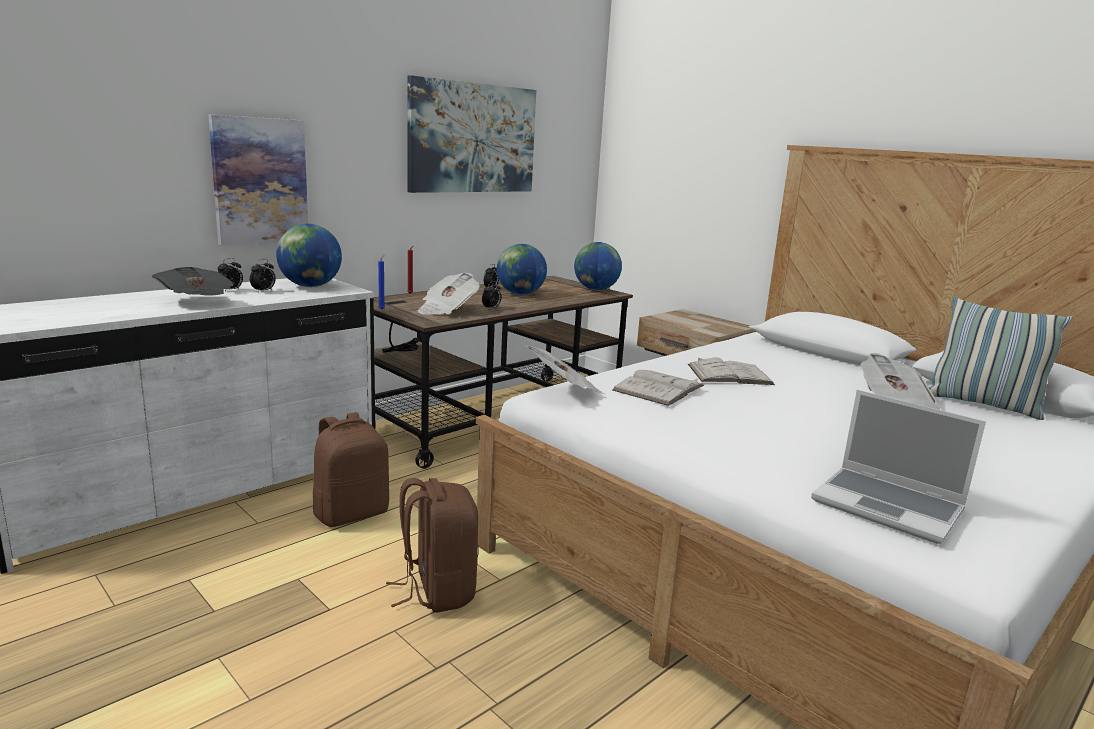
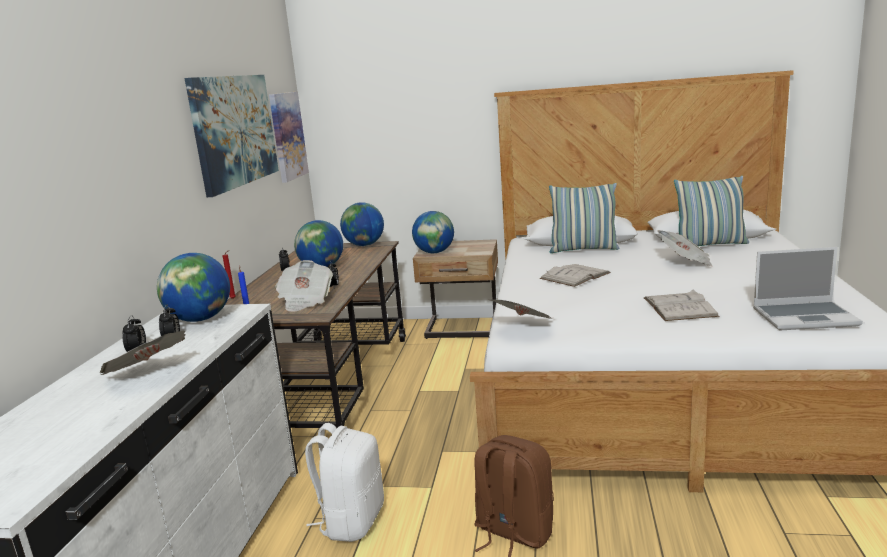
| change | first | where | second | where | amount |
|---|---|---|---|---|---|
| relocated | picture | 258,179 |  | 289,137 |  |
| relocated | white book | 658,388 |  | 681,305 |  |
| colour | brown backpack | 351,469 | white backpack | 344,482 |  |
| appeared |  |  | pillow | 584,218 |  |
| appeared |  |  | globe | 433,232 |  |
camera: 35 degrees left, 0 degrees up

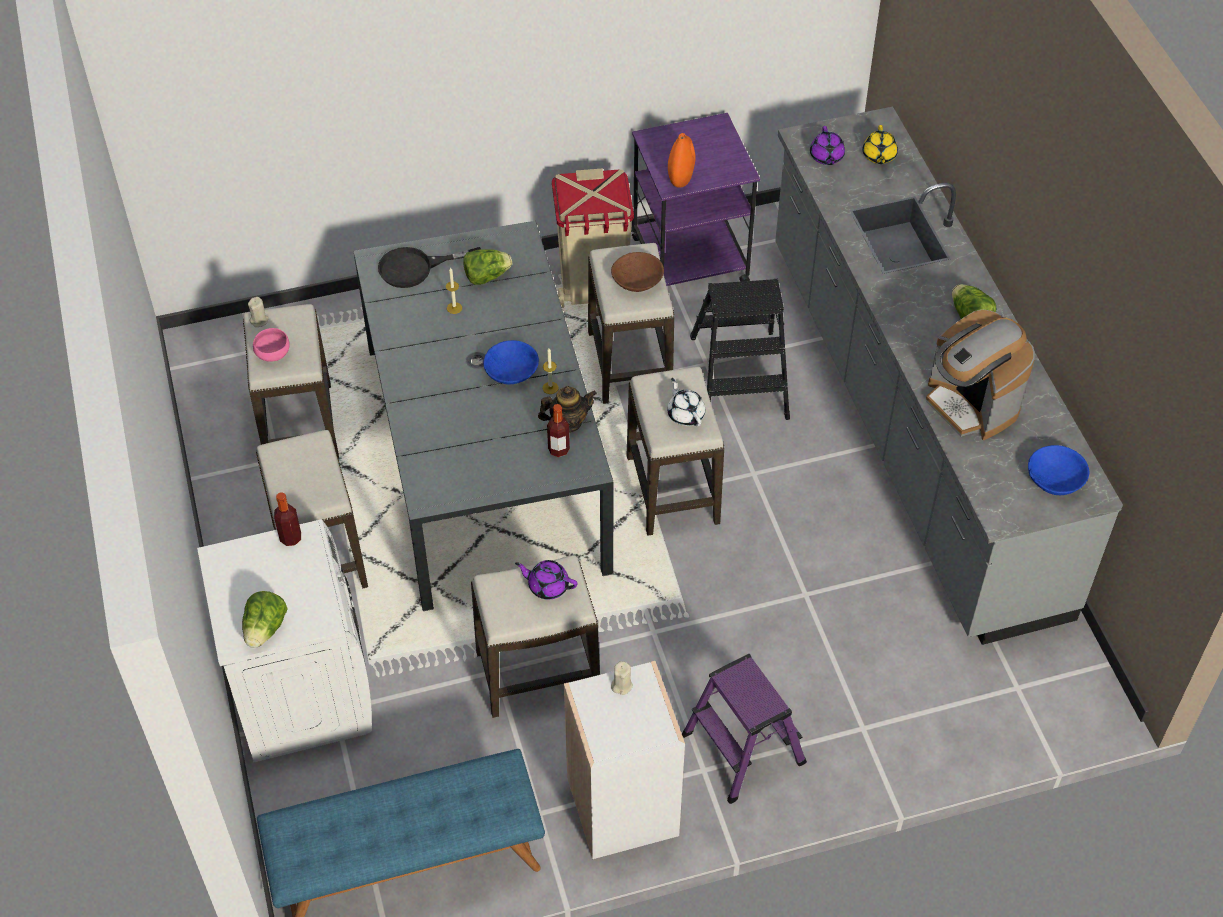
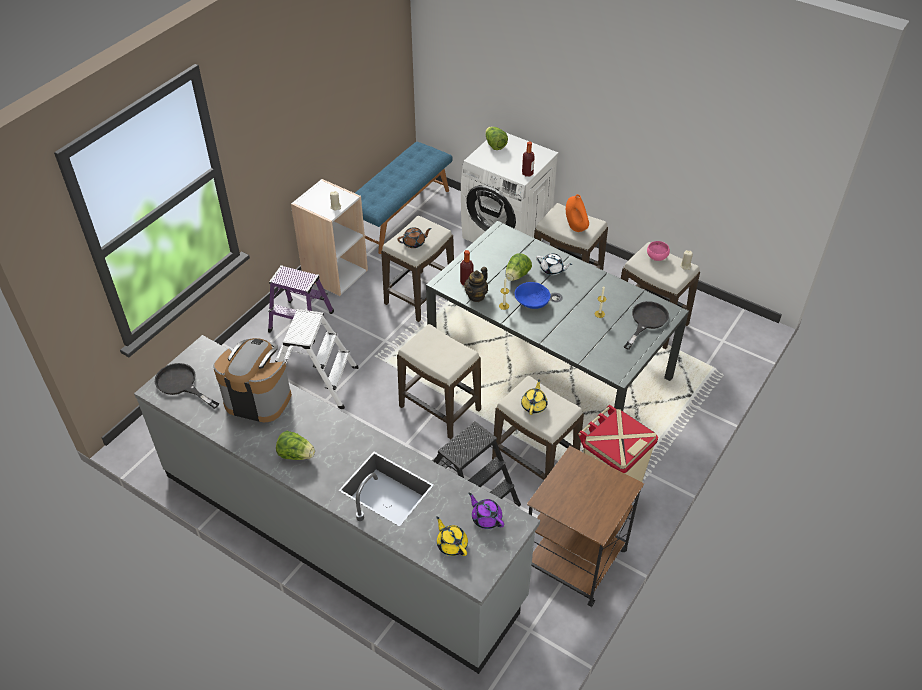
| change | first | where | second | where | amount |
|---|---|---|---|---|---|
| colour | purple cart | 696,199 | brown cart | 585,526 |  |
| relocated | orange vase | 682,160 |  | 577,213 |  |
| relocated | lettuce | 487,267 |  | 519,267 |  |
| exchanged | brown bowl | 637,272 | yellow teapot | 534,397 |  |
| relocated | white teapot | 686,402 |  | 554,264 |  |
| exchanged | blue bowl | 1058,470 | black frying pan | 187,386 |  |
| colour | purple teapot | 546,580 | brown teapot | 415,237 |  |
| appeared |  |  | white step ladder | 317,359 |  |
camera: 140 degrees right, 5 degrees down

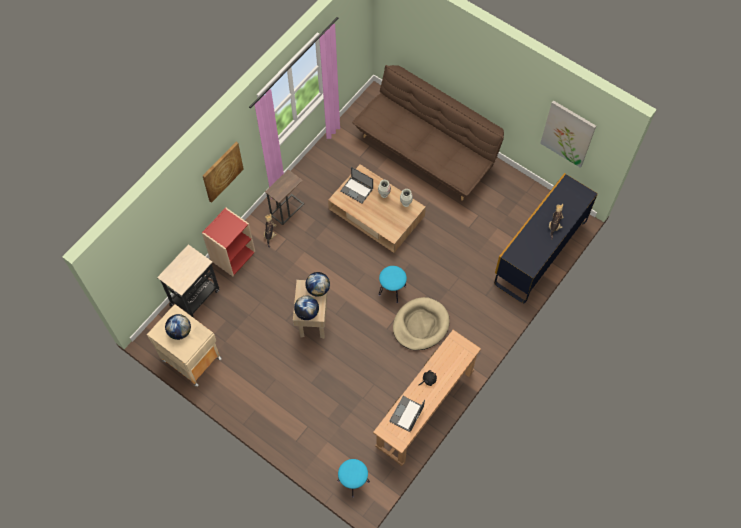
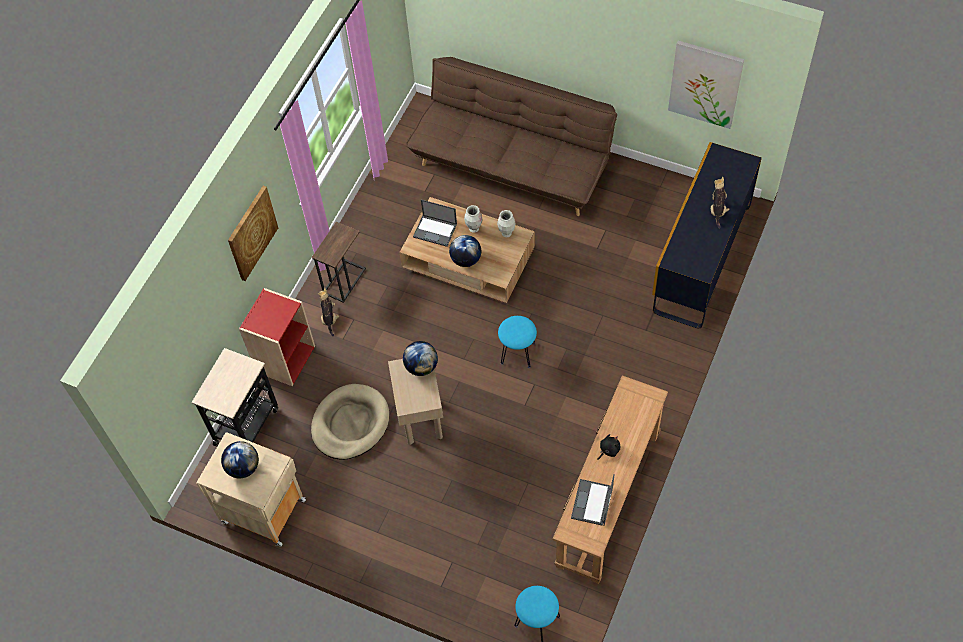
| change | first | where | second | where | amount |
|---|---|---|---|---|---|
| relocated | globe | 306,307 |  | 465,251 |  |
| relocated | beige dog bed | 421,323 |  | 350,422 |  |
camera: 10 degrees left, 5 degrees down

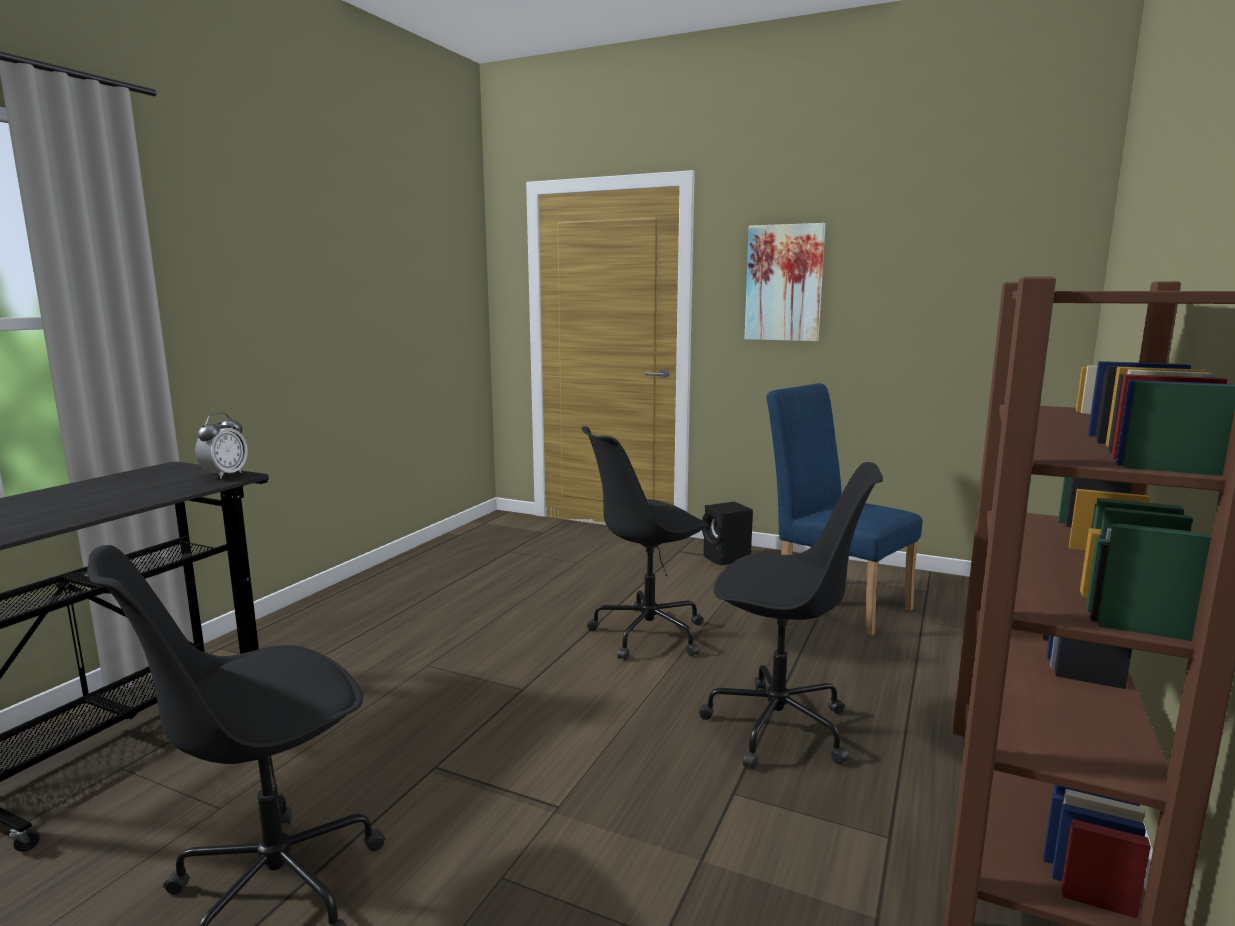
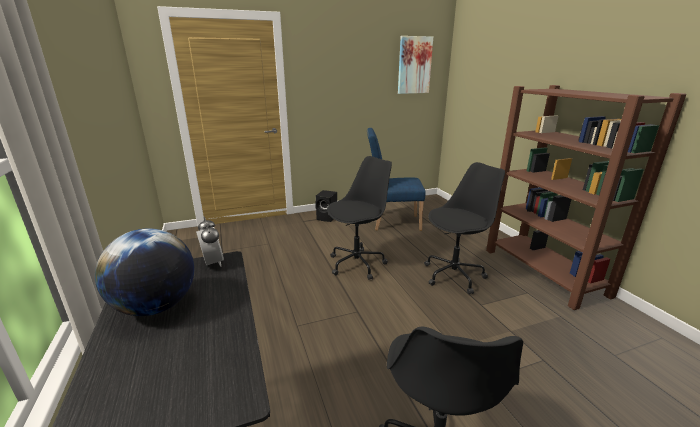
| change | first | where | second | where | amount |
|---|---|---|---|---|---|
| relocated | picture | 785,282 |  | 415,65 |  |
| spun | black office chair | 645,543 |  | 359,218 | 150 degrees counterclockwise |
| appeared |  |  | globe | 144,272 |  |
camera: 45 degrees left, 10 degrees up

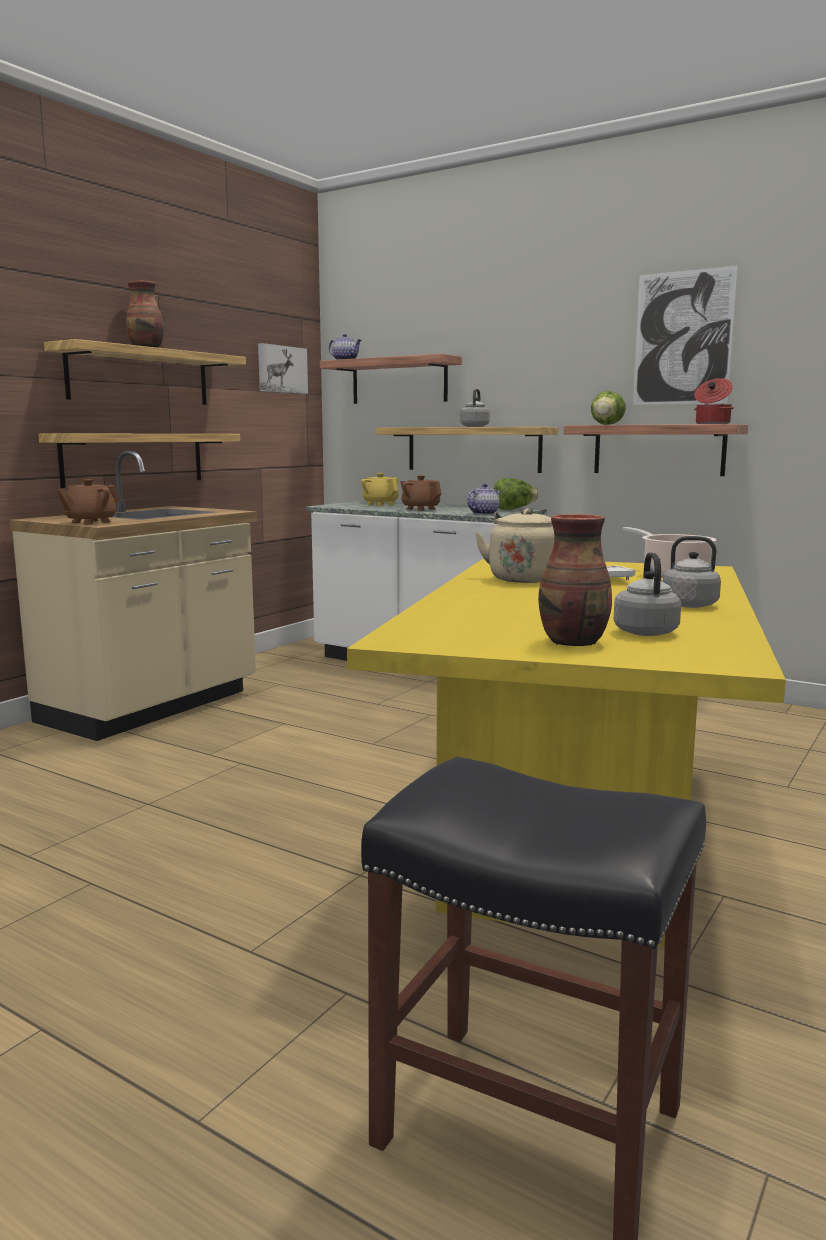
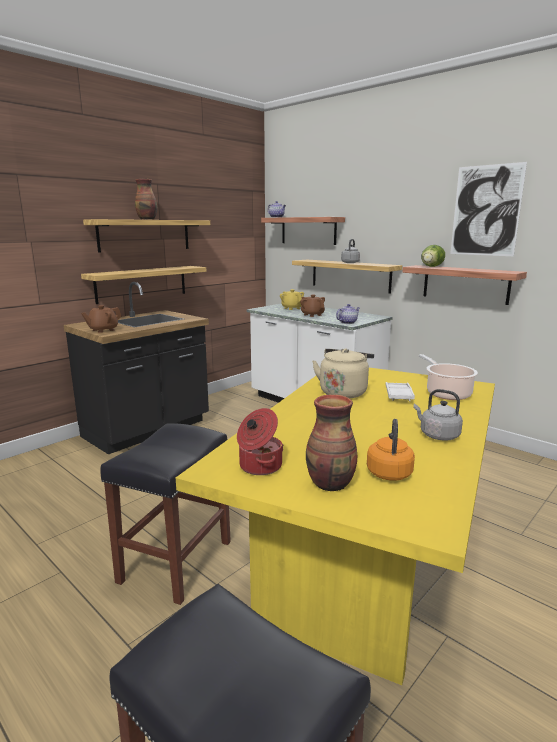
| change | first | where | second | where | amount |
|---|---|---|---|---|---|
| missing | picture | 283,368 |  |  |  |
| relocated | cooking pot | 714,401 |  | 260,441 |  |
| colour | beige counter | 133,596 | black counter | 136,368 |  |
| missing | lettuce | 516,494 |  |  |  |
| colour | grey kettle | 647,594 | orange kettle | 391,450 |  |
| appeared |  |  | black stool | 165,514 |  |
camera: 10 degrees right, 5 degrees up

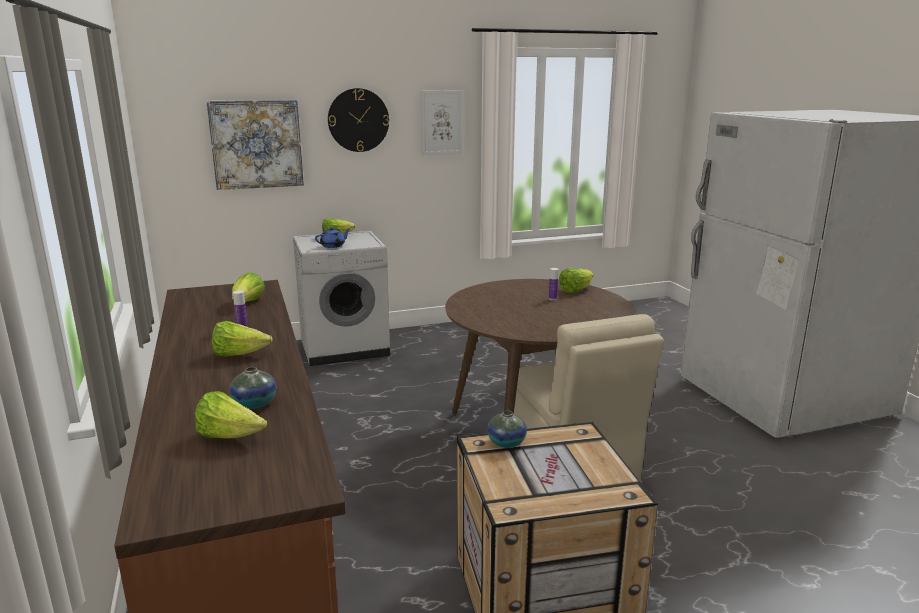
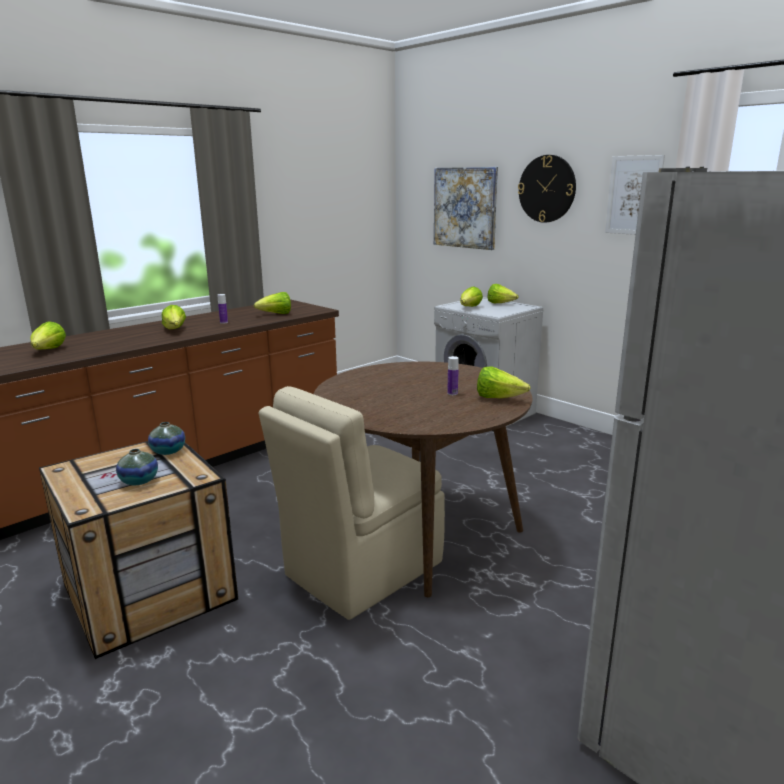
| change | first | where | second | where | amount |
|---|---|---|---|---|---|
| exchanged | blue teapot | 333,237 | lettuce | 471,297 |  |
| relocated | vase | 253,388 |  | 137,467 |  |
camera: 65 degrees right, 0 degrees up

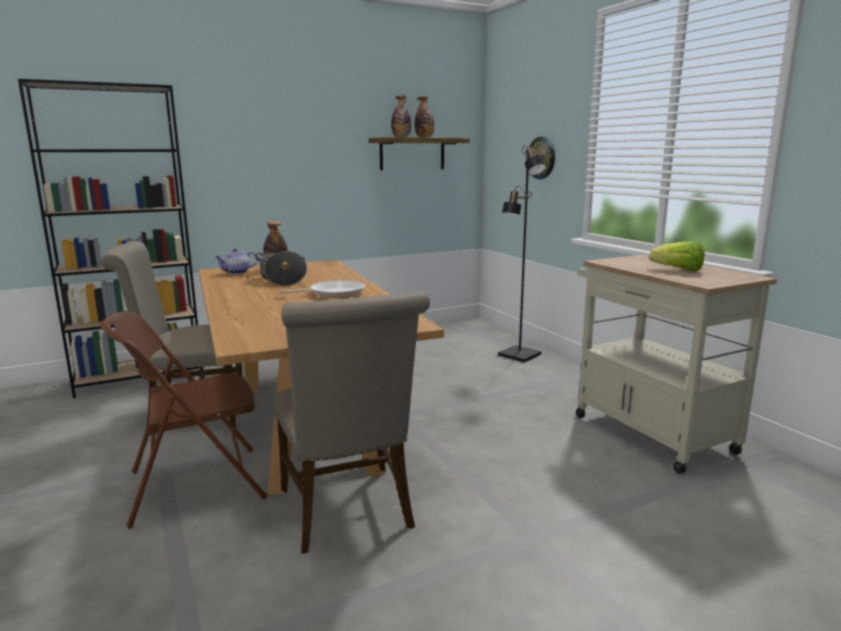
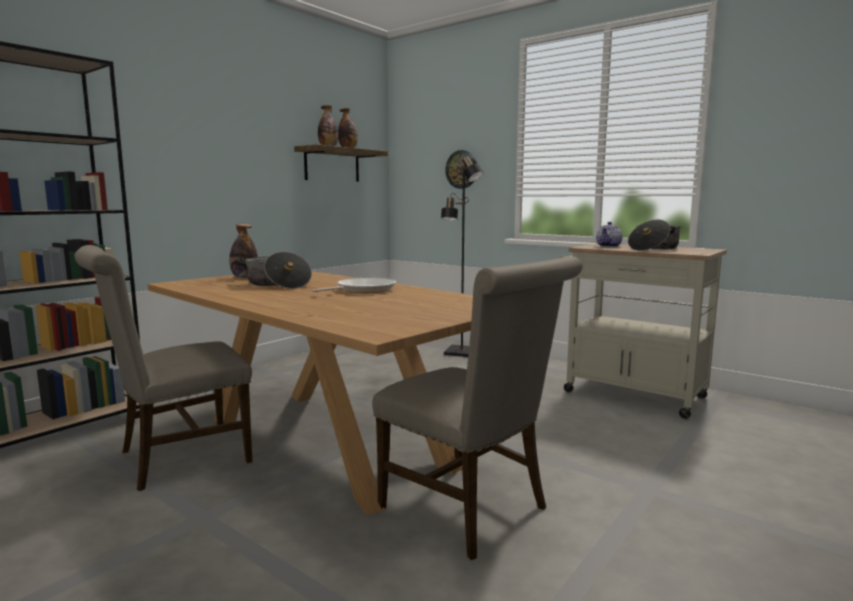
| change | first | where | second | where | amount |
|---|---|---|---|---|---|
| exchanged | lettuce | 677,256 | cooking pot | 655,235 |  |
| relocated | teapot | 236,261 |  | 609,234 |  |
| missing | brown chair | 183,420 |  |  |  |
camera: 25 degrees left, 5 degrees down

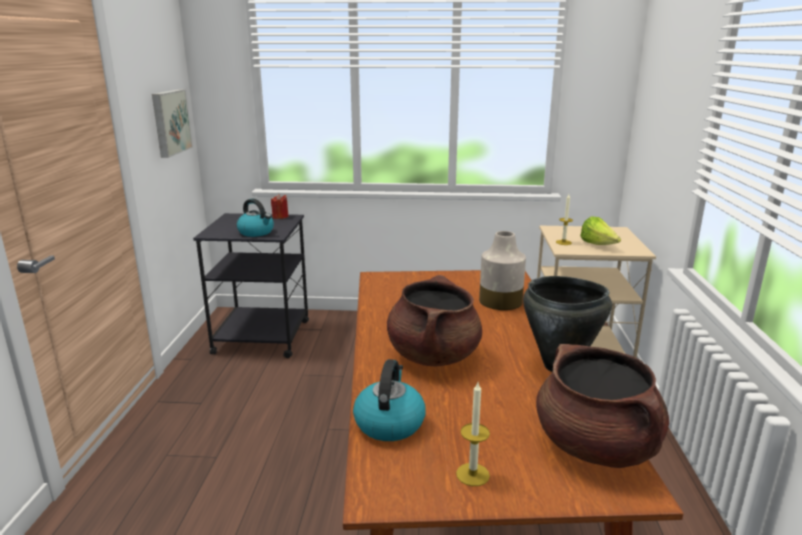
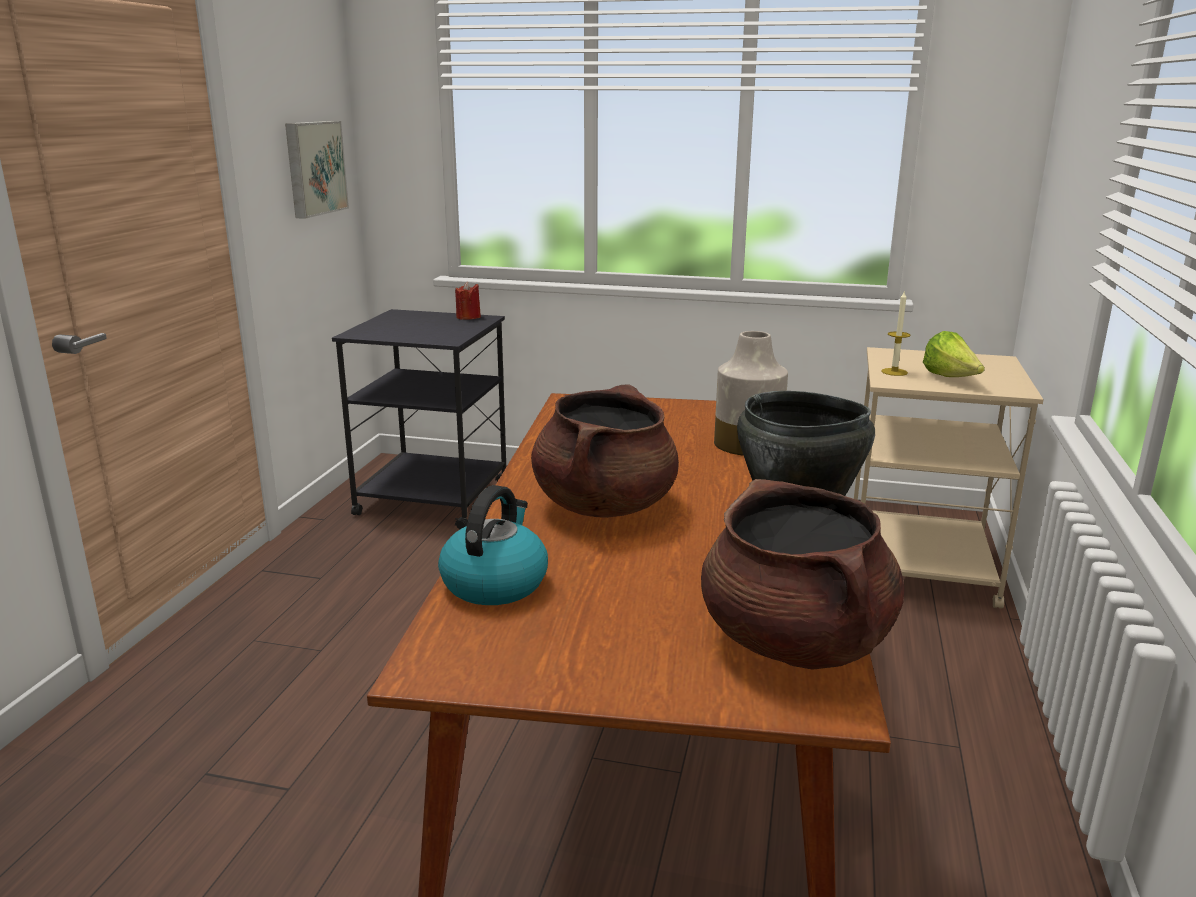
| change | first | where | second | where | amount |
|---|---|---|---|---|---|
| missing | kettle | 255,218 |  |  |  |
| missing | candle | 473,434 |  |  |  |
camera: 10 degrees right, 0 degrees up

